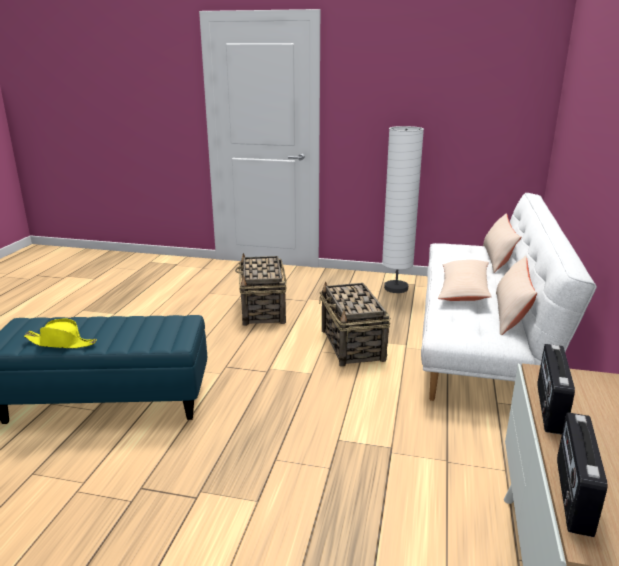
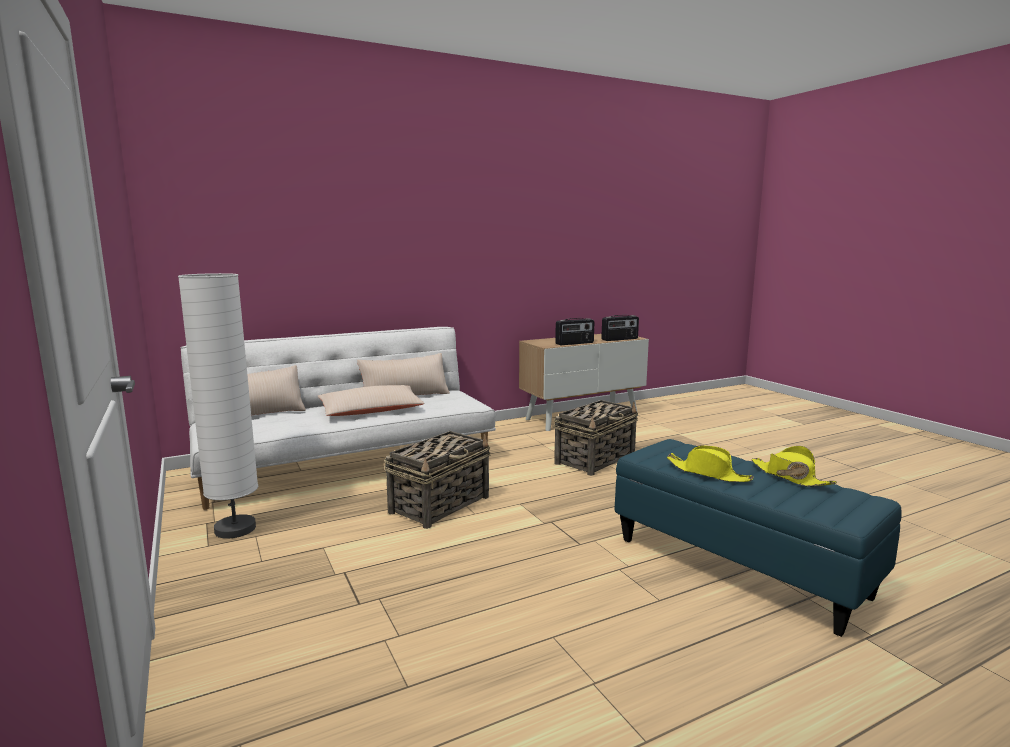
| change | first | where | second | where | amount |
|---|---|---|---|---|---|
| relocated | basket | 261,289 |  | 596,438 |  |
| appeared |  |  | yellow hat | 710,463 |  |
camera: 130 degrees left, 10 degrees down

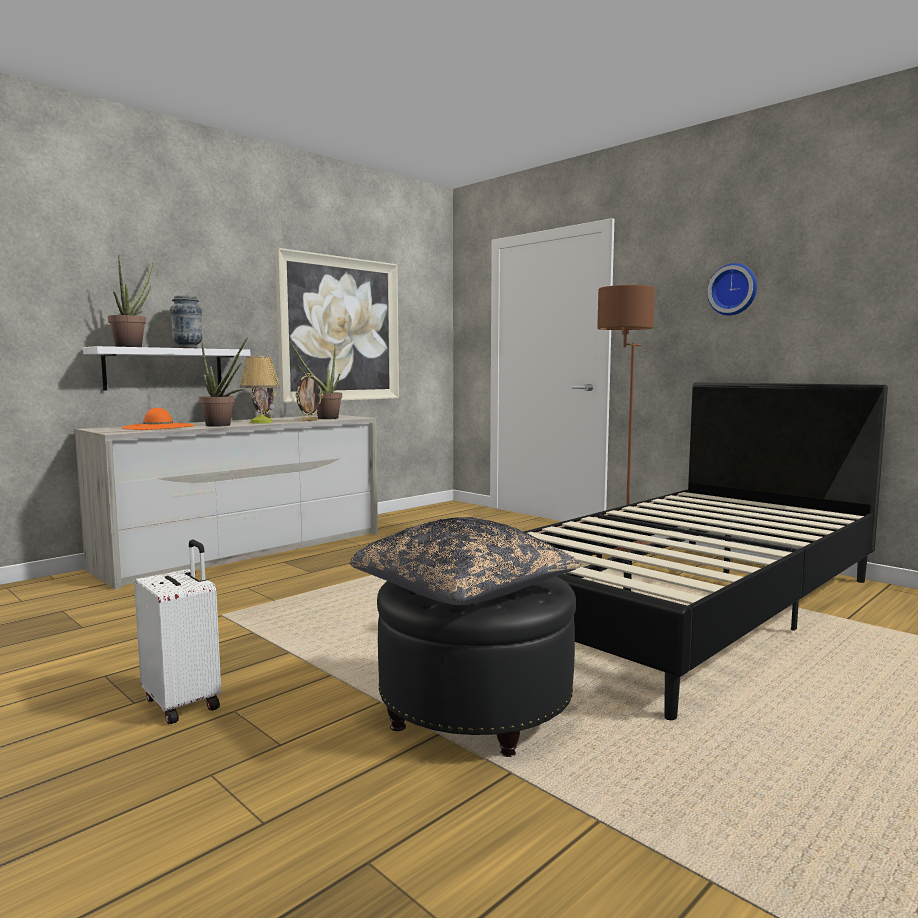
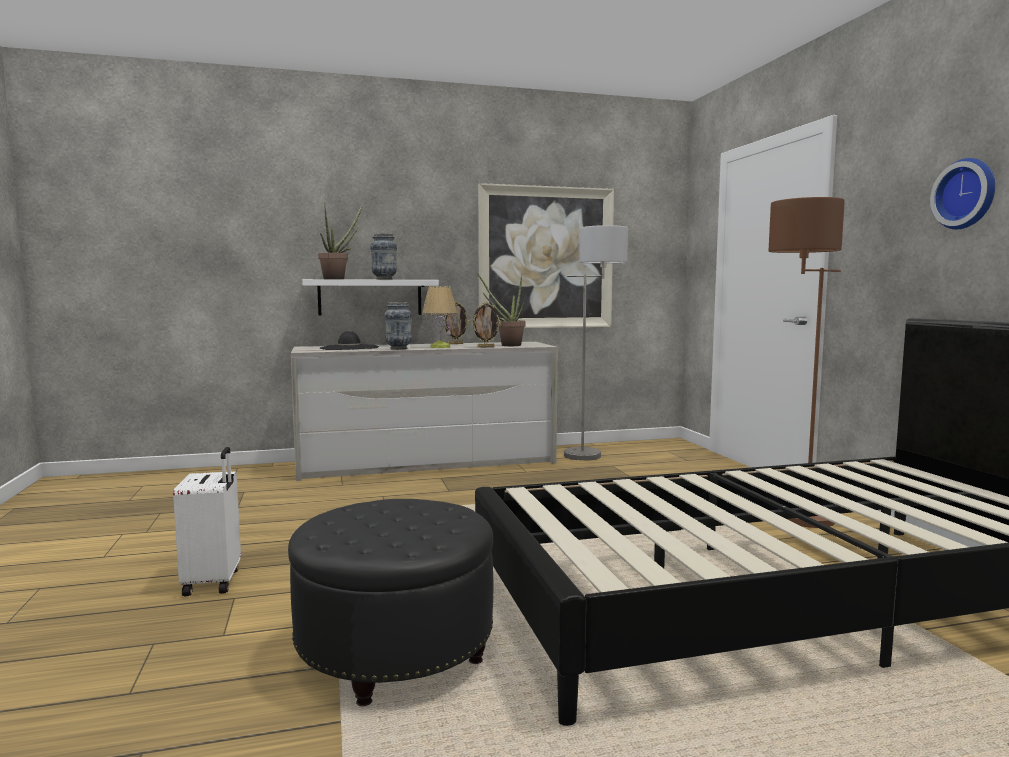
| change | first | where | second | where | amount |
|---|---|---|---|---|---|
| exchanged | potted plant | 223,382 | vase | 398,326 |  |
| colour | orange hat | 158,419 | black hat | 349,340 |  |
| missing | grey pillow | 464,561 |  |  |  |
| appeared |  |  | grey floor lamp | 596,343 |  |
camera: 30 degrees right, 0 degrees up

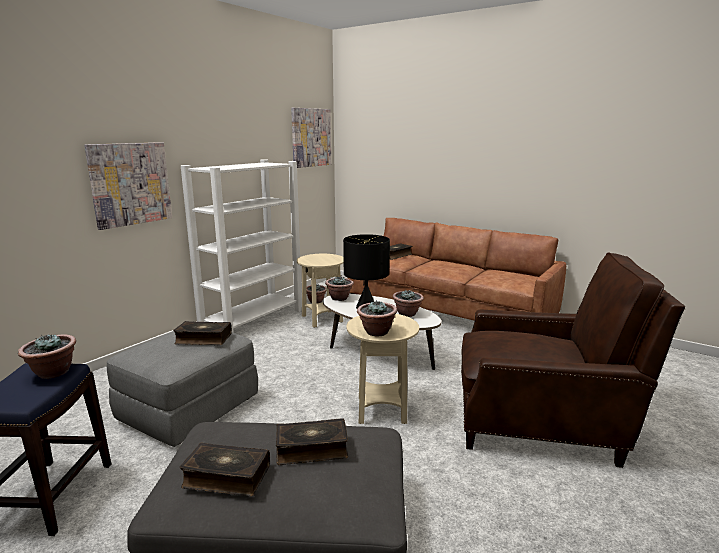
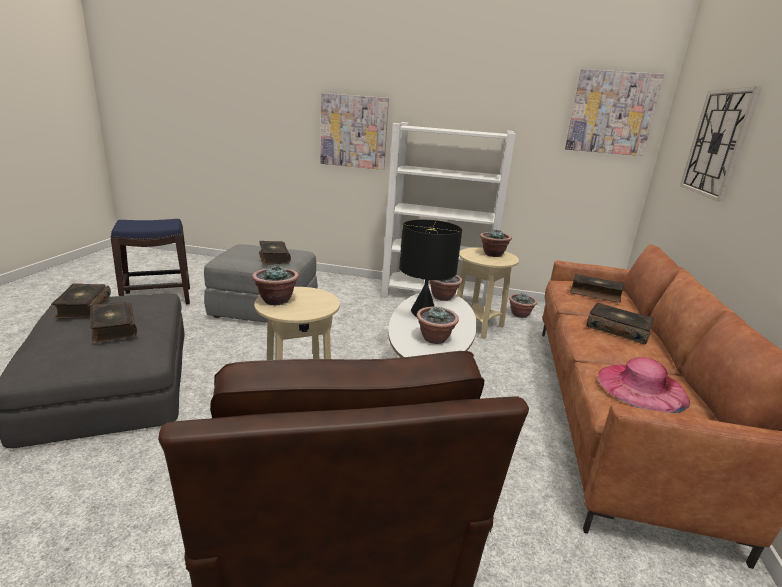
| change | first | where | second | where | amount |
|---|---|---|---|---|---|
| relocated | potted plant | 47,356 |  | 496,243 |  |
| appeared |  |  | wall clock | 721,144 |  |
| appeared |  |  | book | 620,324 |  |
| appeared |  |  | pink hat | 644,385 |  |
camera: 65 degrees right, 5 degrees up

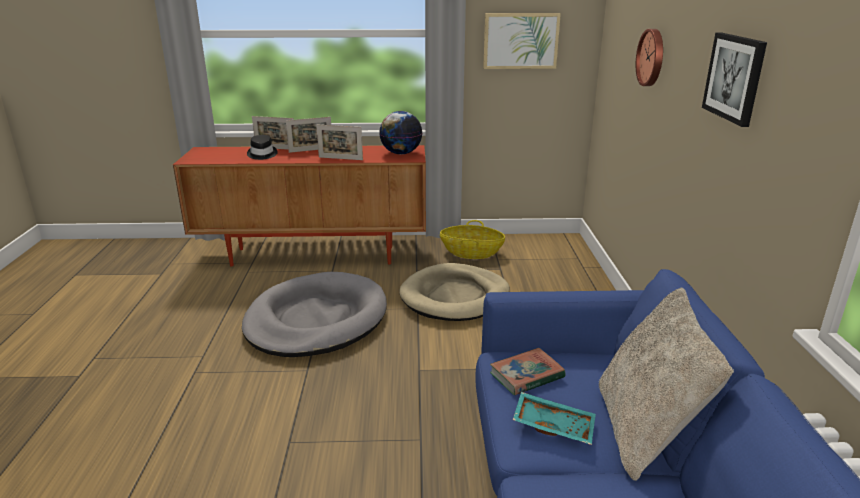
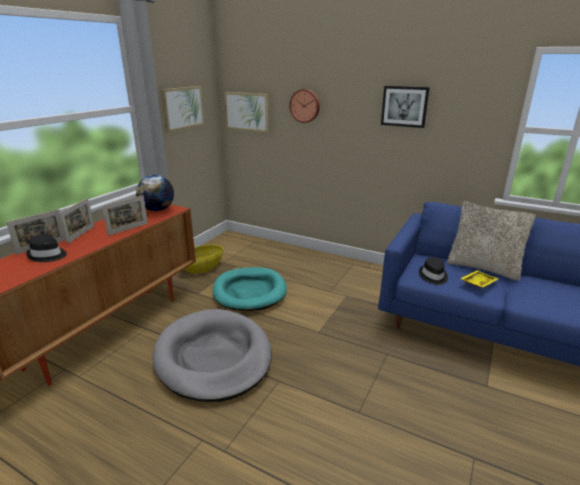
| change | first | where | second | where | amount |
|---|---|---|---|---|---|
| colour | beige dog bed | 454,292 | turquoise dog bed | 250,289 |  |
| exchanged | book | 528,371 | black hat | 433,271 |  |
| colour | turquoise tray | 554,418 | yellow tray | 479,279 |  |
| appeared |  |  | picture | 246,112 |  |
camera: 60 degrees left, 0 degrees up

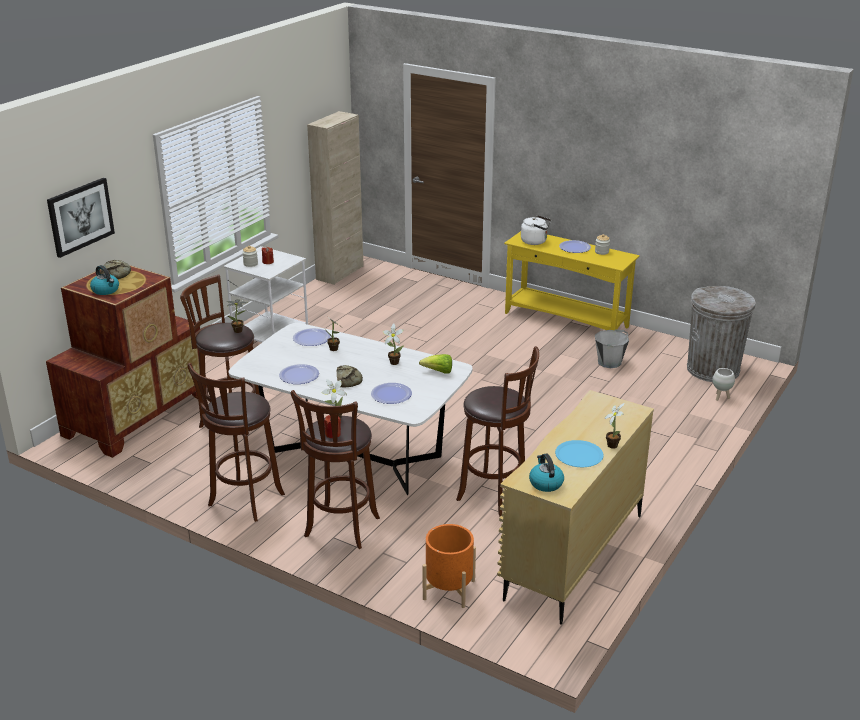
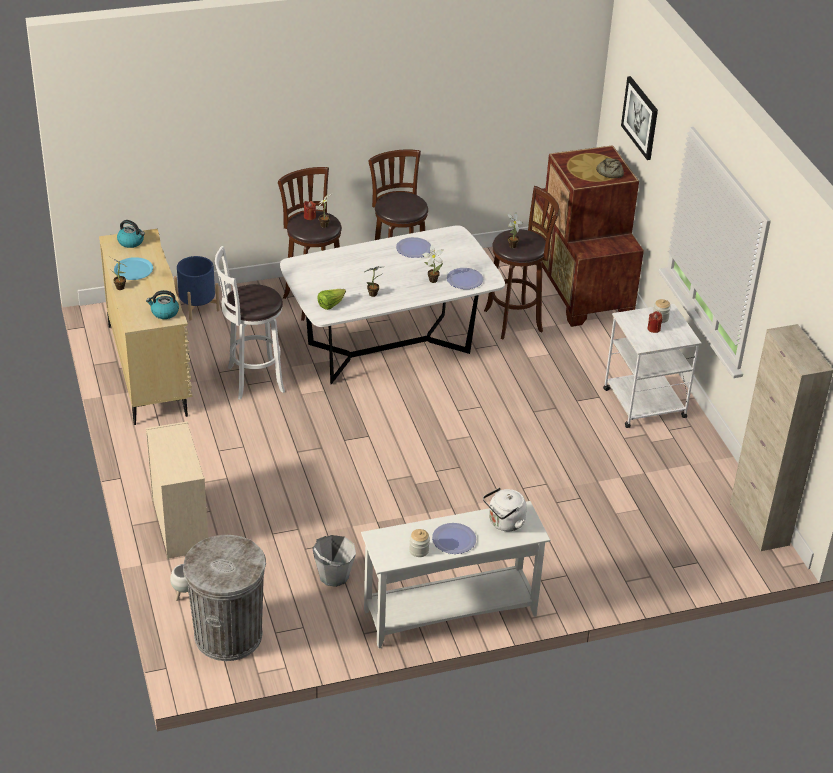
| change | first | where | second | where | amount |
|---|---|---|---|---|---|
| colour | yellow console table | 572,280 | white console table | 455,574 |  |
| relocated | kettle | 104,280 |  | 162,304 |  |
| colour | brown stool | 497,431 | white stool | 250,323 |  |
| missing | bread | 349,376 |  |  |  |
| missing | plate | 391,393 |  |  |  |
| colour | orange planter | 449,566 | blue planter | 197,288 |  |
| appeared |  |  | beige dresser | 177,490 |  |
camera: 130 degrees right, 10 degrees up

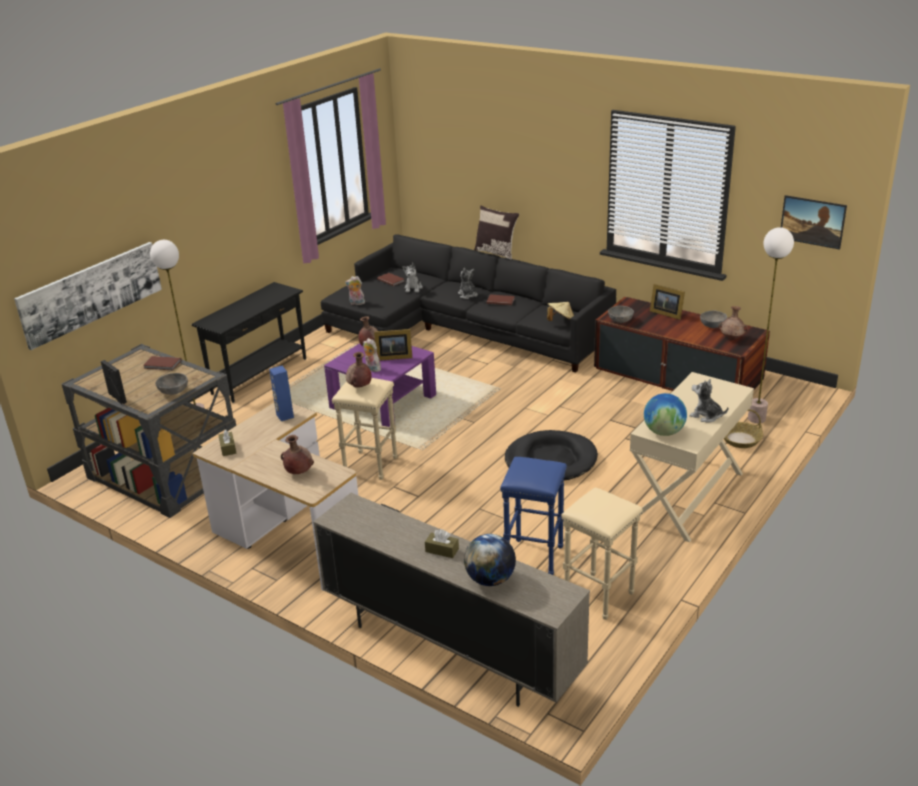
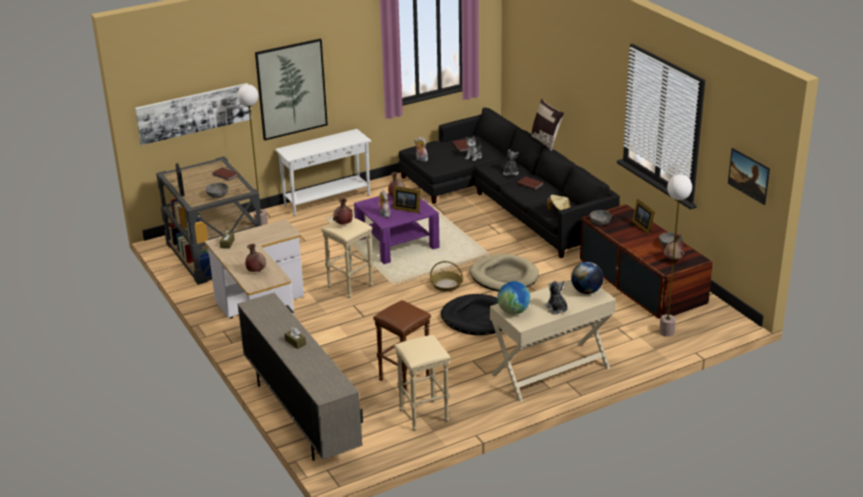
| change | first | where | second | where | amount |
|---|---|---|---|---|---|
| colour | black console table | 248,342 | white console table | 323,172 |  |
| missing | blue speaker | 281,393 |  |  |  |
| relocated | basket | 743,428 |  | 446,276 |  |
| colour | blue stool | 533,516 | brown stool | 402,347 |  |
| relocated | globe | 490,560 |  | 587,278 |  |
| appeared |  |  | picture | 291,89 |  |
| appeared |  |  | beige dog bed | 504,273 |  |
camera: 25 degrees right, 0 degrees up

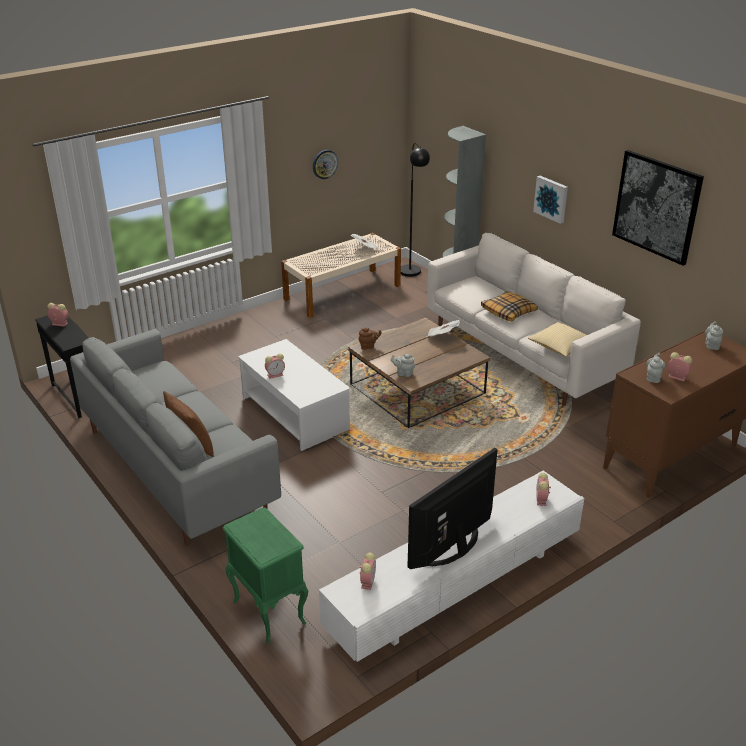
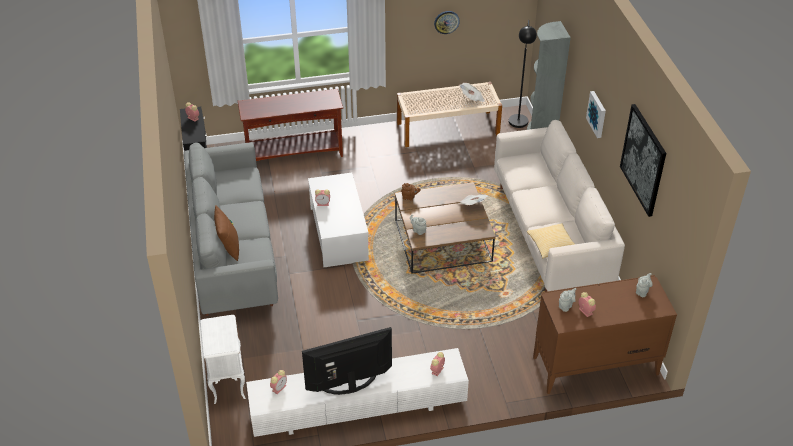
| change | first | where | second | where | amount |
|---|---|---|---|---|---|
| missing | pillow | 509,306 |  |  |  |
| colour | green nightstand | 265,576 | white nightstand | 223,359 |  |
| appeared |  |  | brown console table | 290,125 |  |
camera: 25 degrees right, 10 degrees up

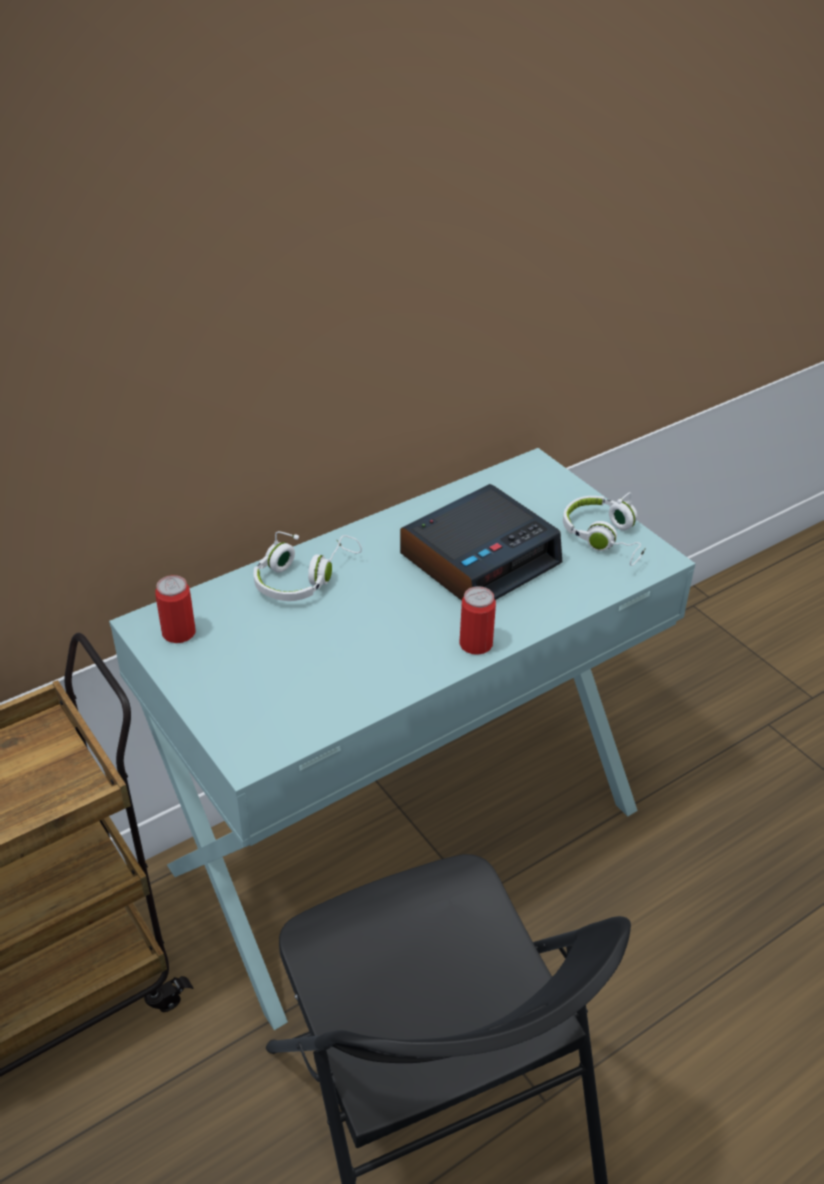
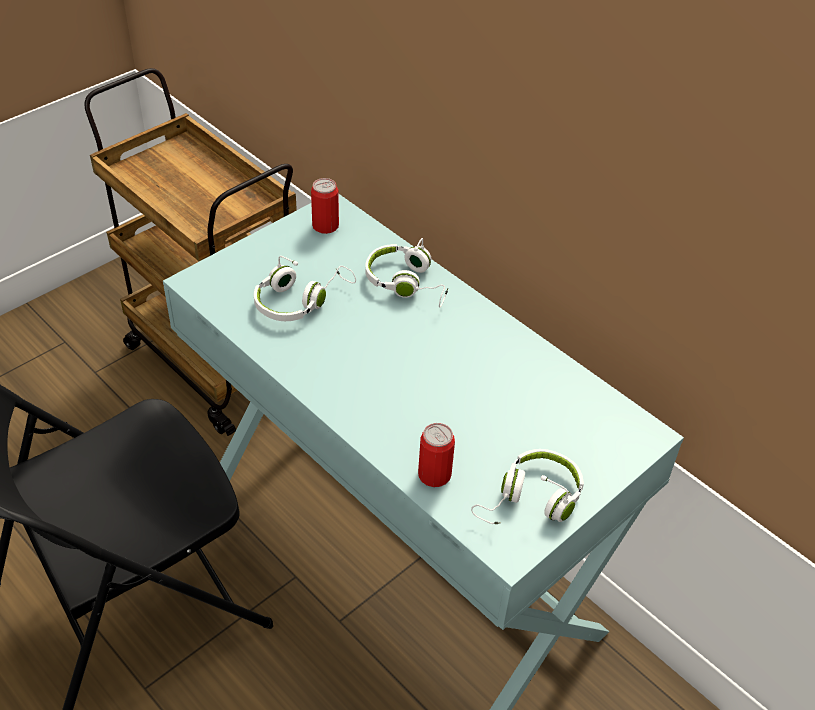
| change | first | where | second | where | amount |
|---|---|---|---|---|---|
| missing | alarm clock | 481,542 |  |  |  |
| relocated | can | 477,620 |  | 436,455 |  |
| appeared |  |  | white headphones | 305,288 |  |
camera: 80 degrees right, 5 degrees up

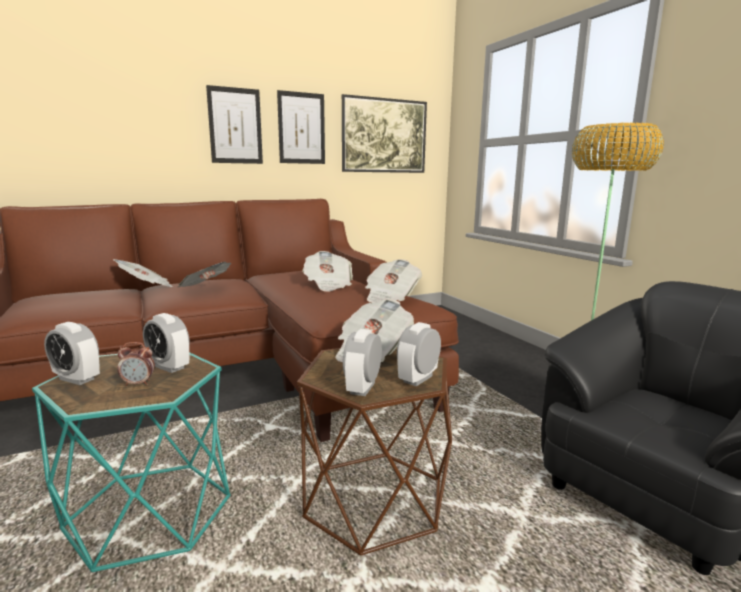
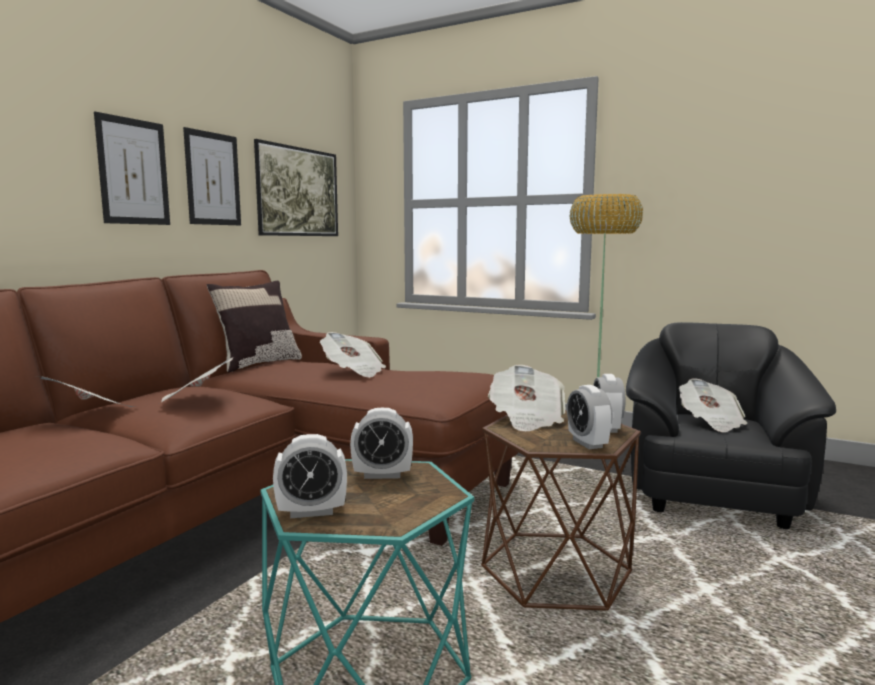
| change | first | where | second | where | amount |
|---|---|---|---|---|---|
| relocated | newspaper | 393,281 |  | 713,405 |  |
| missing | alarm clock | 136,364 |  |  |  |
| appeared |  |  | pillow | 254,327 |  |
camera: 35 degrees left, 5 degrees down

